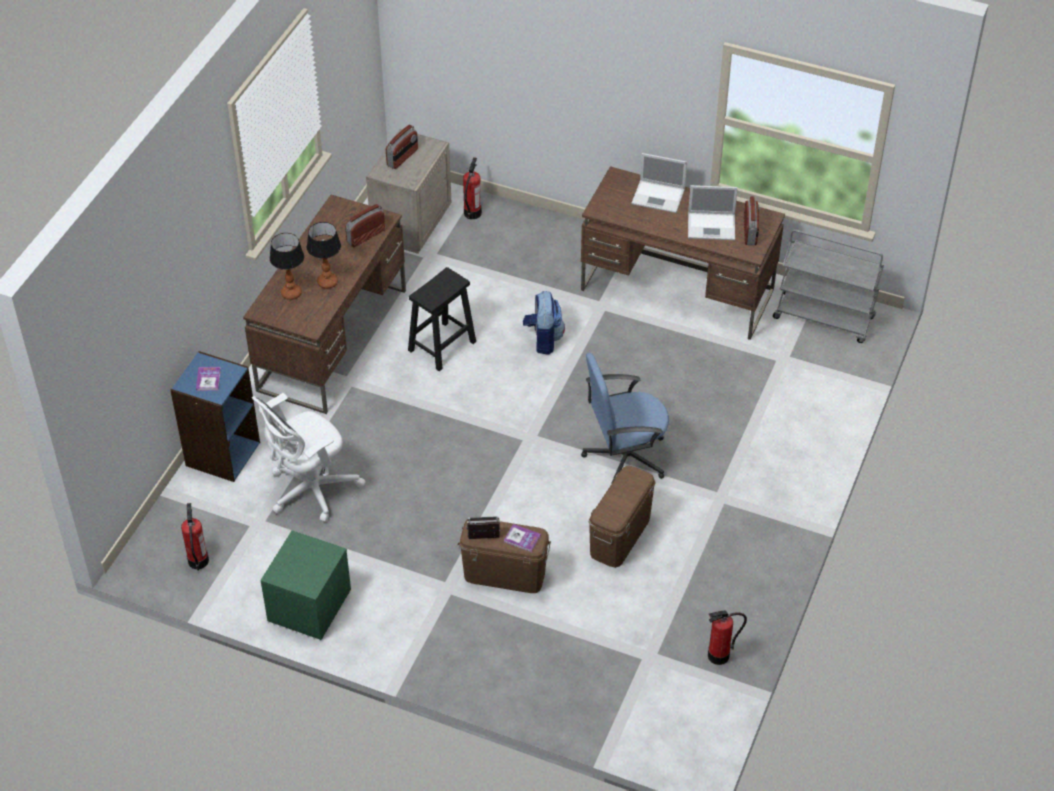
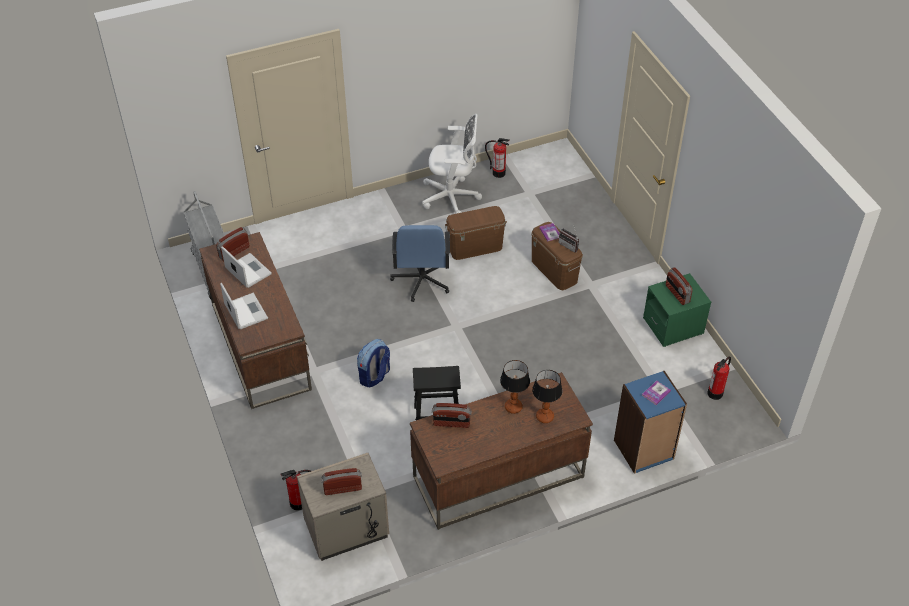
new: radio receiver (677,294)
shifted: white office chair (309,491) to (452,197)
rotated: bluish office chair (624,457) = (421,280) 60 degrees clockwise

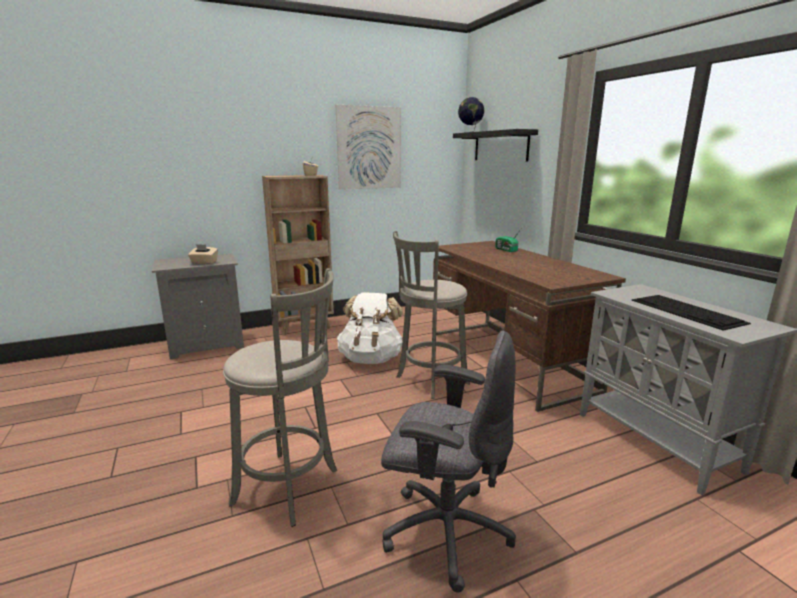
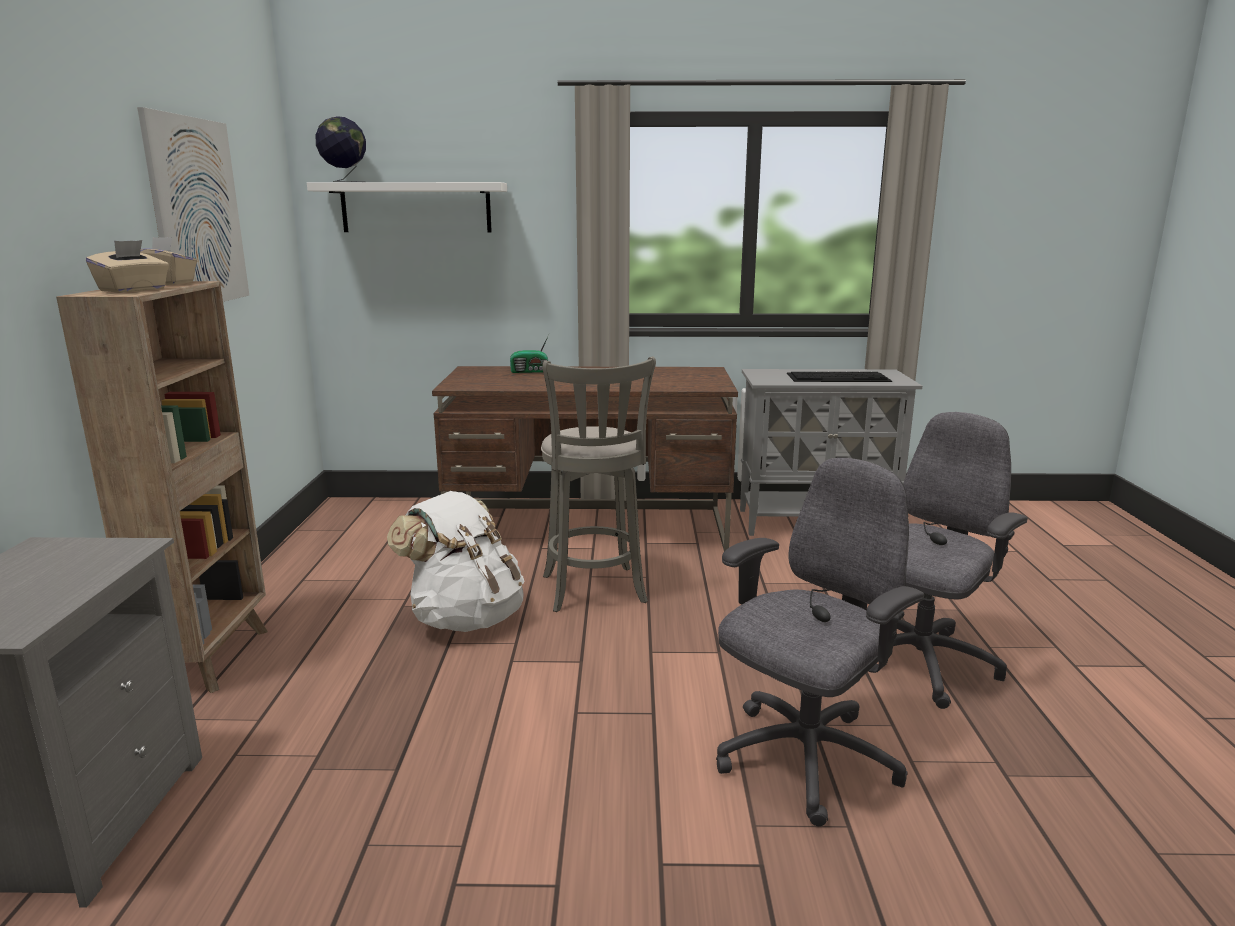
shifted: beige-coloured box of tissues (204,263) to (133,290)
swapped: gray stool (290,488) to gray office chair (804,760)
repainted: blackish wall shelf (500,146) to white wall shelf (416,207)

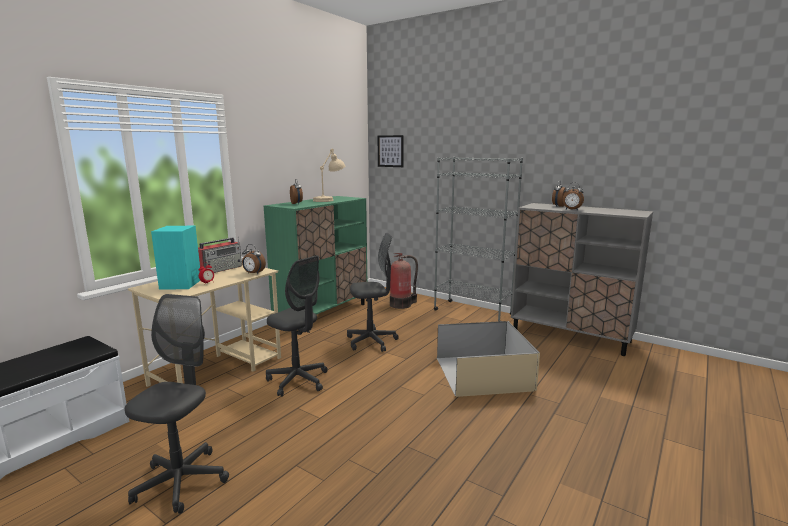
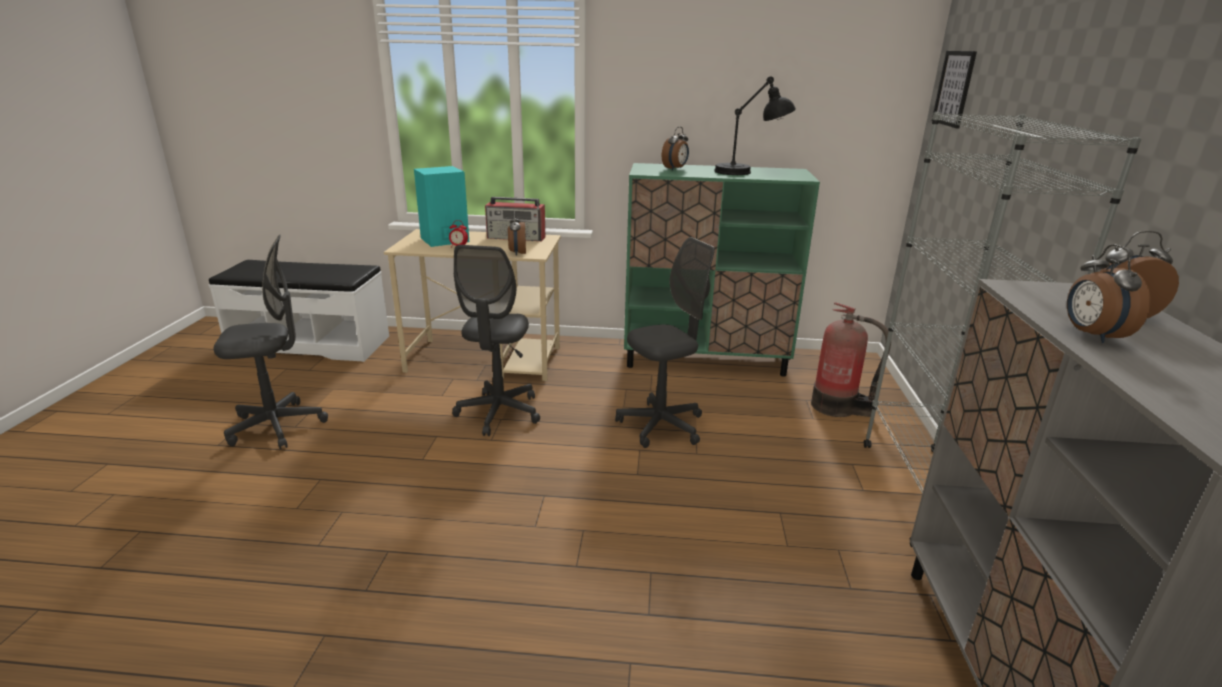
gone: beige-coloured storage box (482,372)
repainted: beige-coloured table lamp (329,199) to blackish table lamp (749,172)
rotated: gray office chair (371,341) = (661,426) 75 degrees counterclockwise

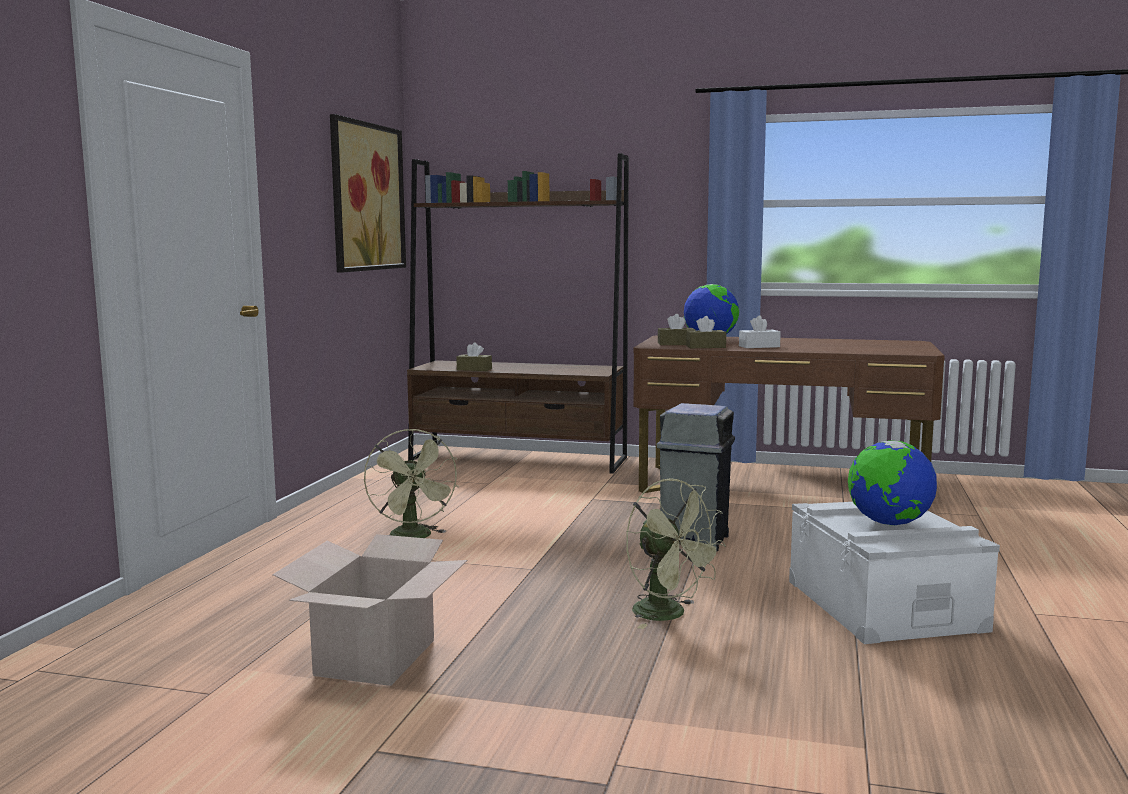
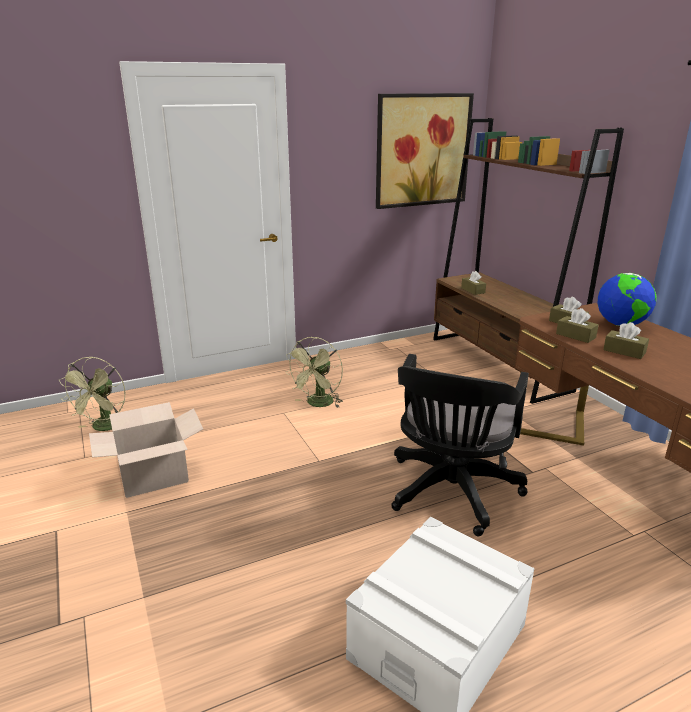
gone: globe (889,523)
shifted: greenish cooling fan (669,615) to (105,428)
swapped: gray trash can (694,540) to blackish office chair (451,494)
repainted: white box of tissues (759,346) to brown box of tissues (624,351)

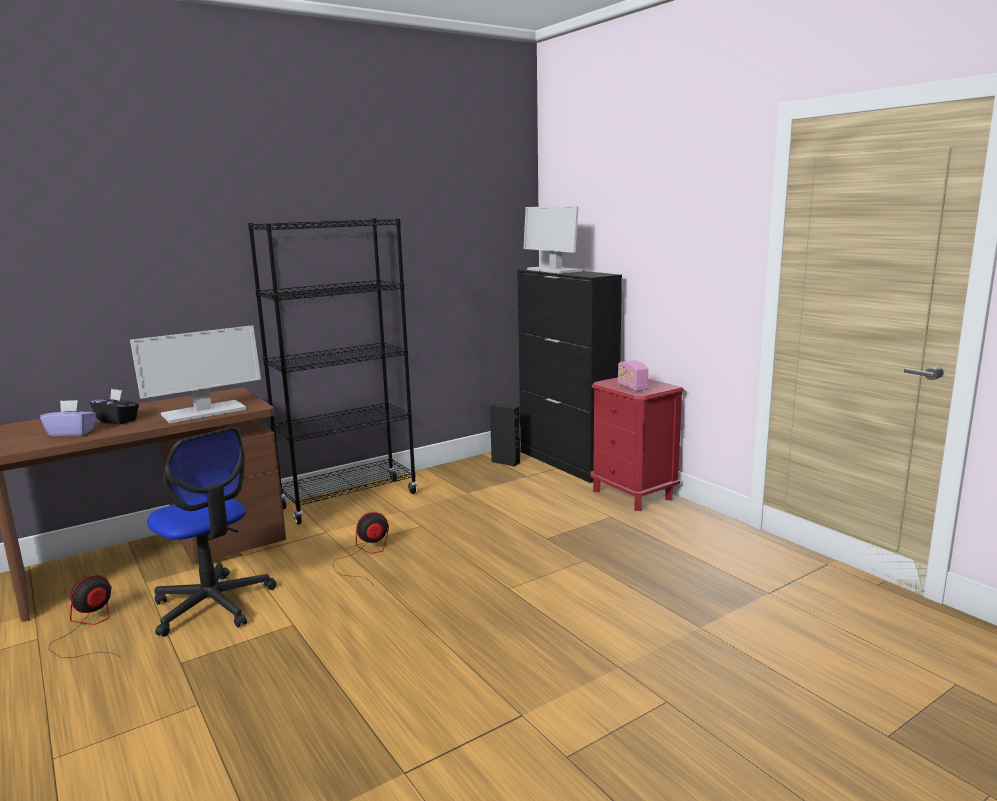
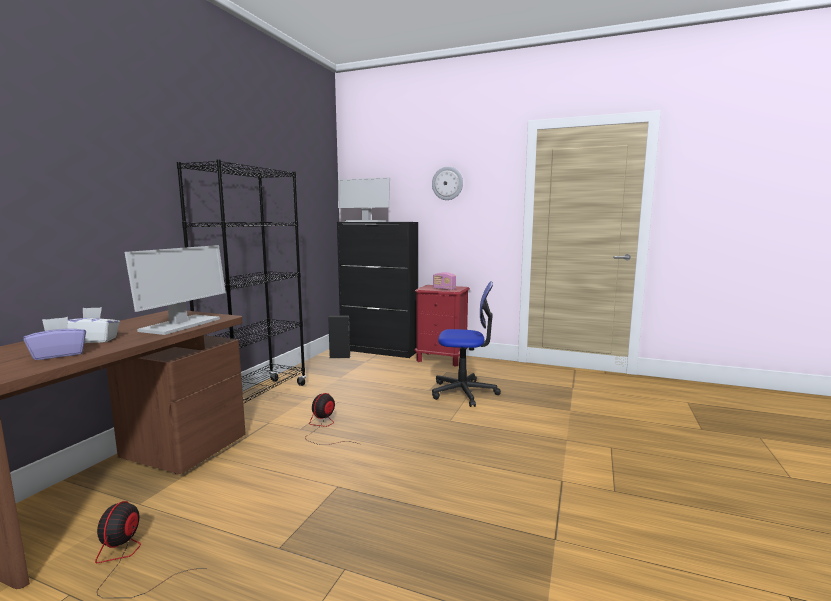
new: hanging clock (447,183)
shifted: office chair (213,604) to (464,392)
repainted: blackish box of tissues (117,420) to white box of tissues (93,340)

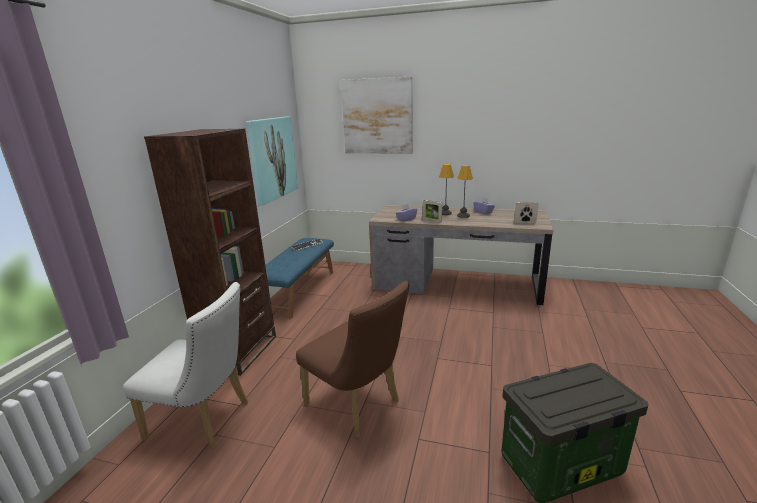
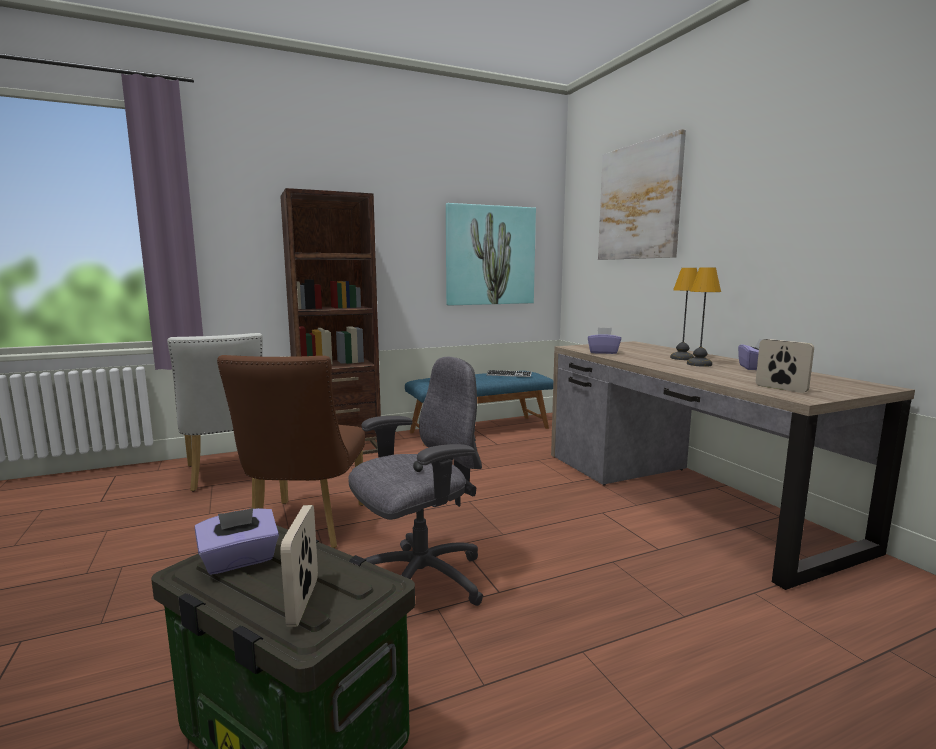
new: purple-coloured box of tissues (240,560); gray office chair (419,581)
shifted: photo frame (432,221) to (303,601)

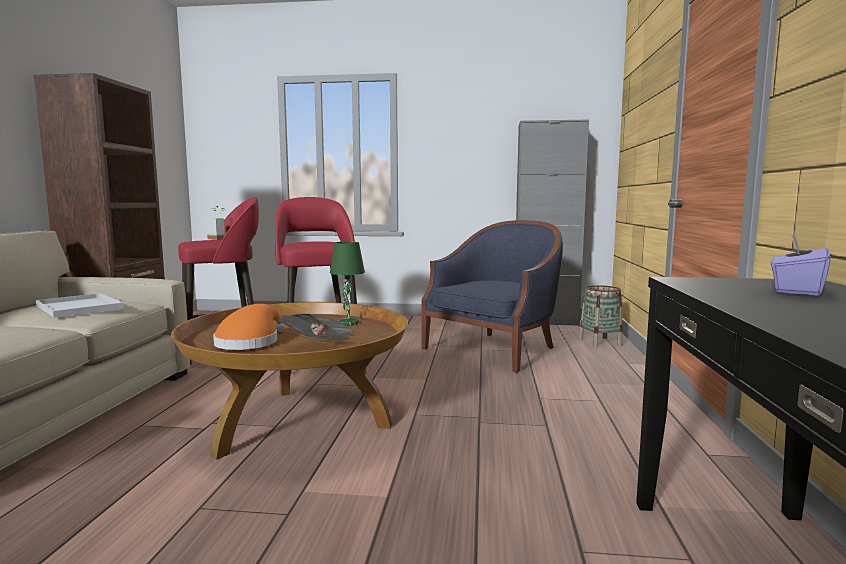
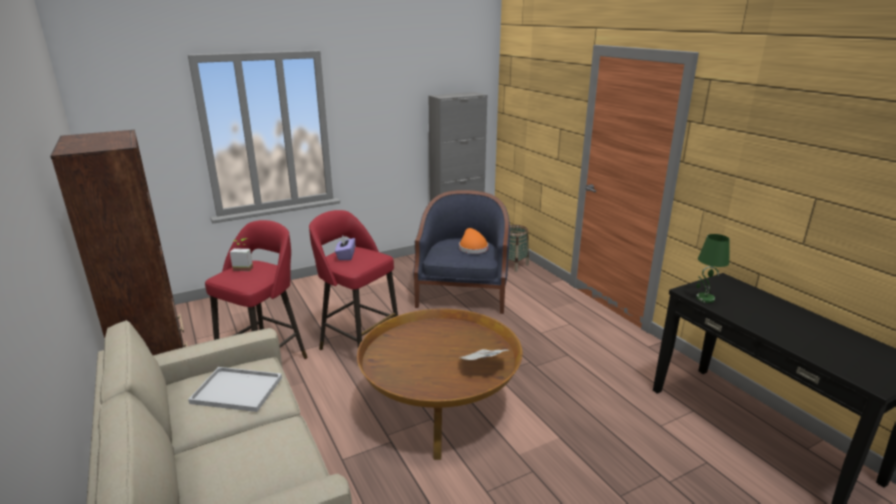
shifted: orange wearable hat (250,342) to (472,248); greenish table lamp (347,323) to (704,298); purple-coloured box of tissues (796,290) to (345,256)

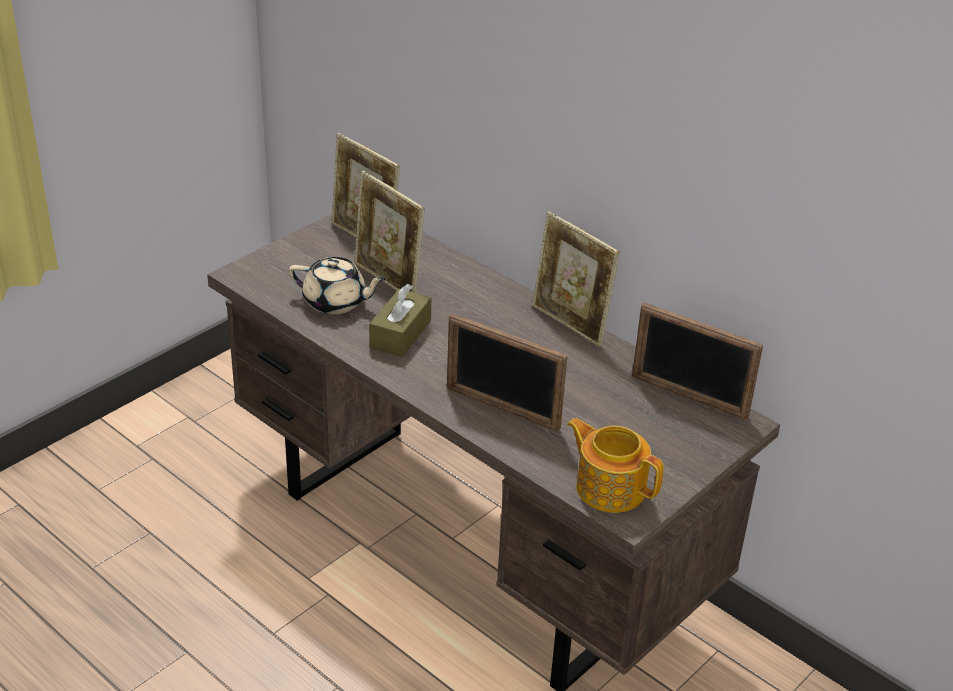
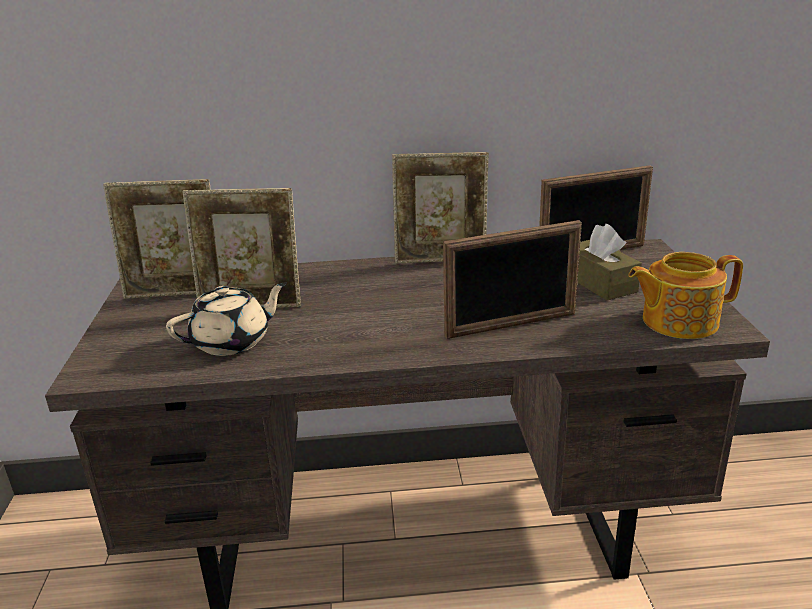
shifted: brown box of tissues (400,334) to (599,282)

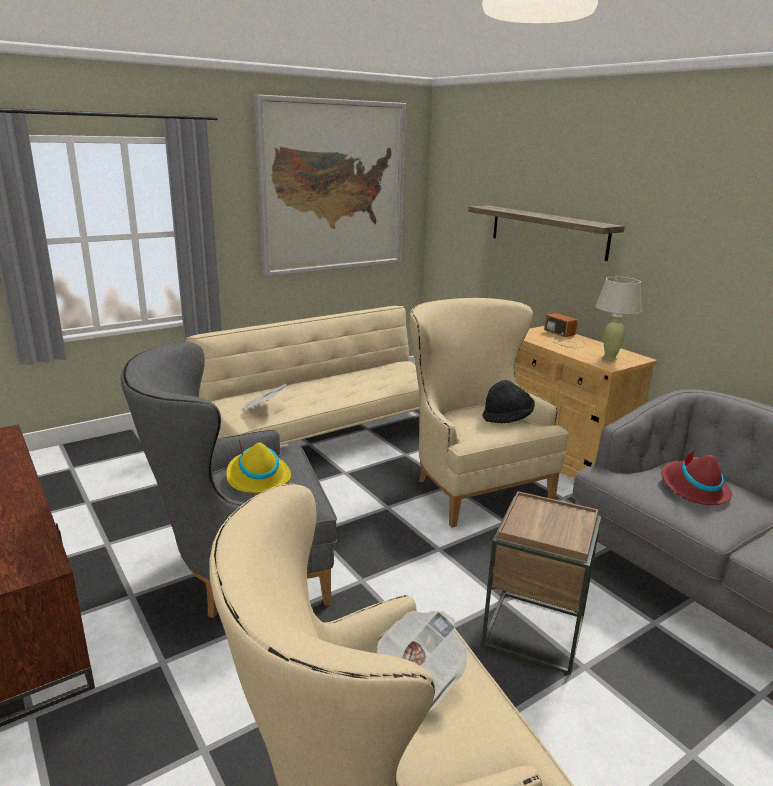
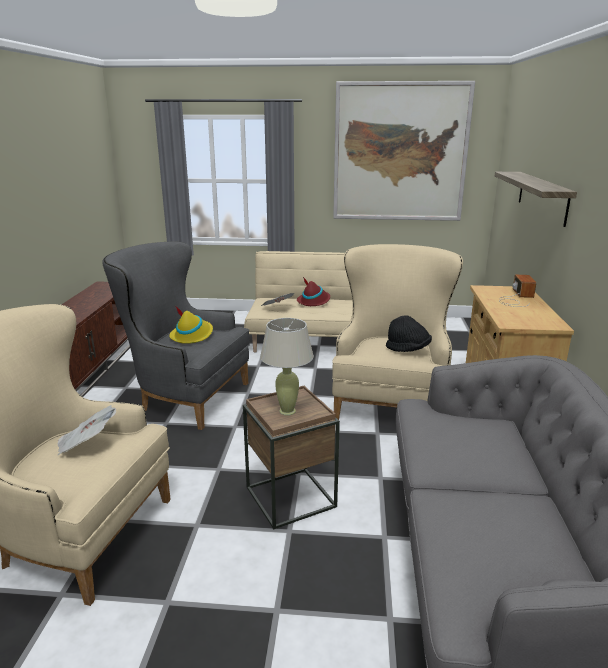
shifted: beige-coloured table lamp (610,357) to (287,411); reddish wearable hat (693,488) to (314,301)

